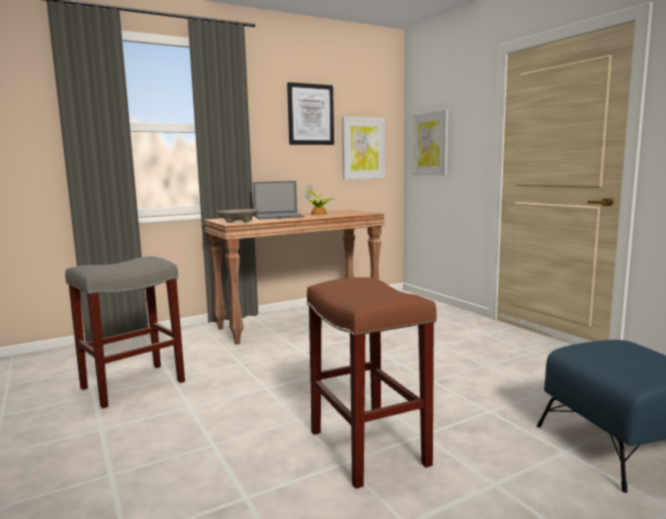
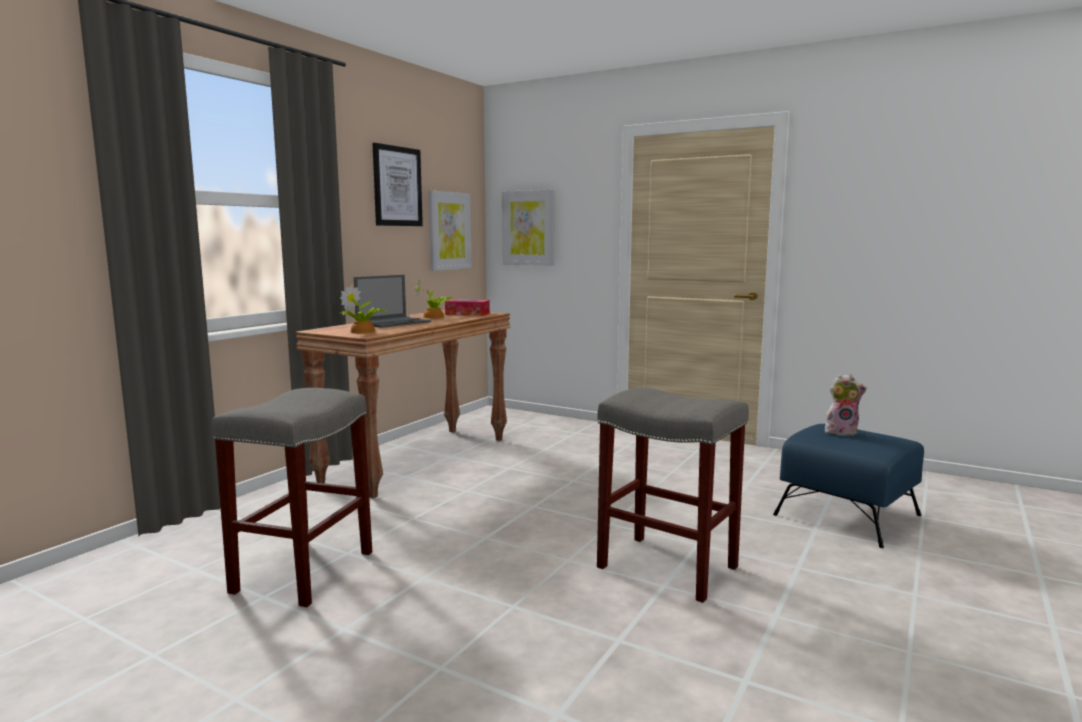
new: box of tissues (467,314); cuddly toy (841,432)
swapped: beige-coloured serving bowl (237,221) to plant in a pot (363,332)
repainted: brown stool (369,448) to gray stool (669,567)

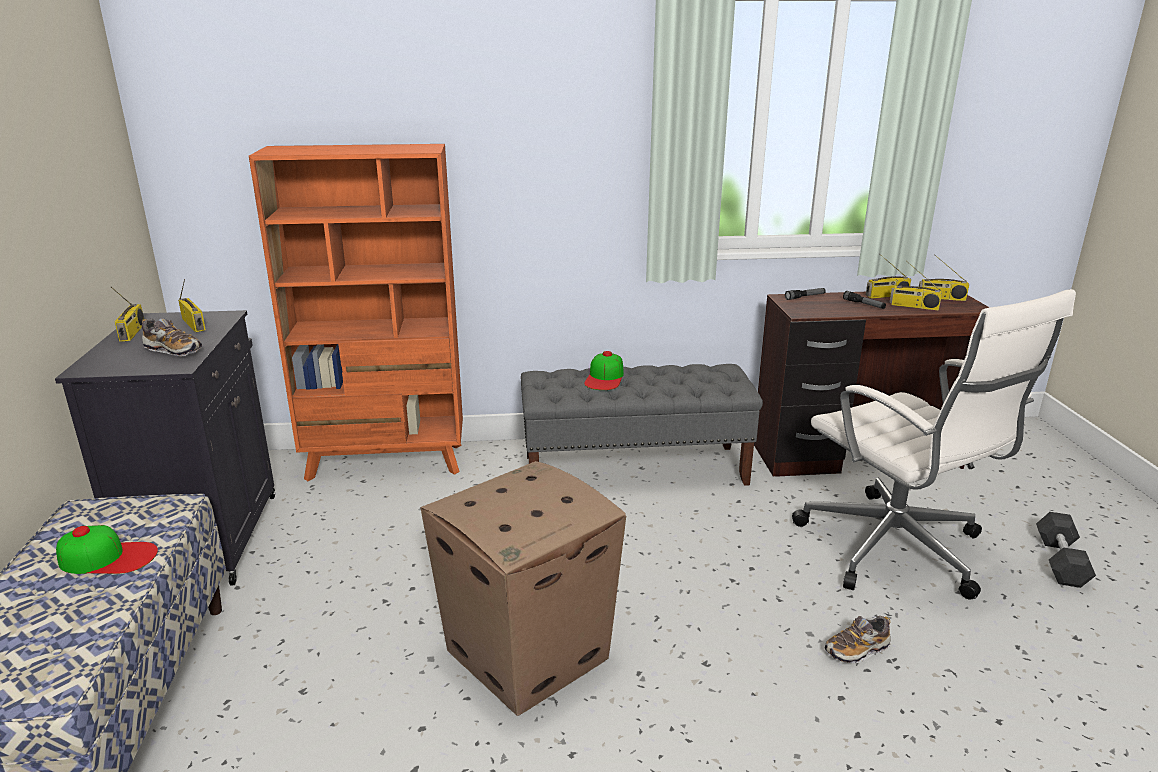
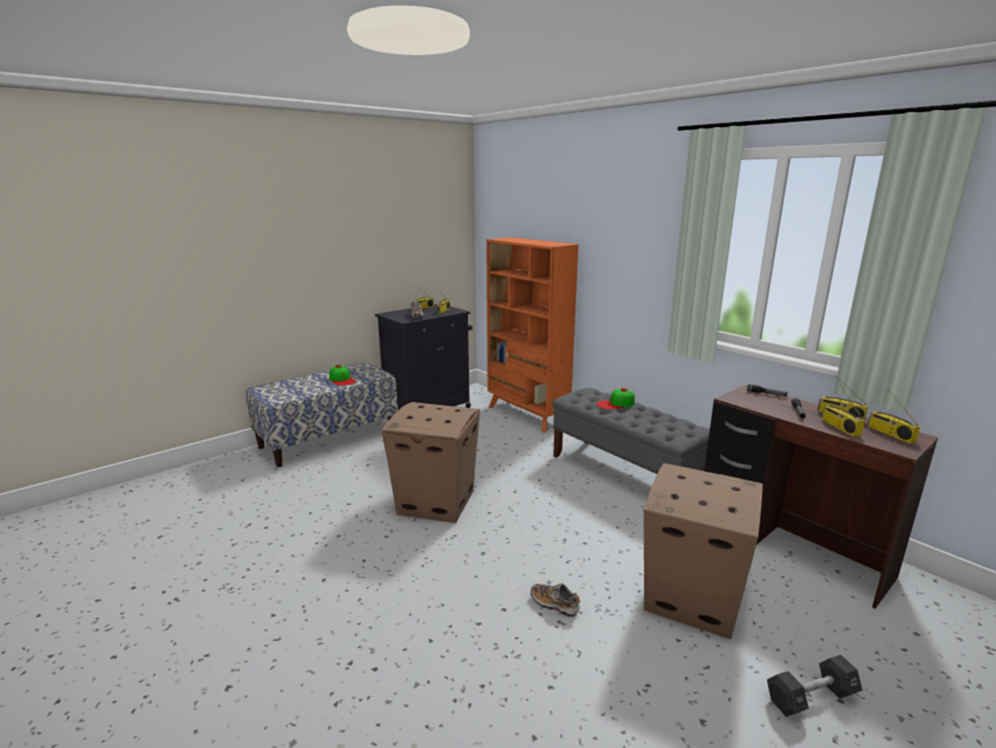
swapped: white office chair (896,550) to carton (689,597)

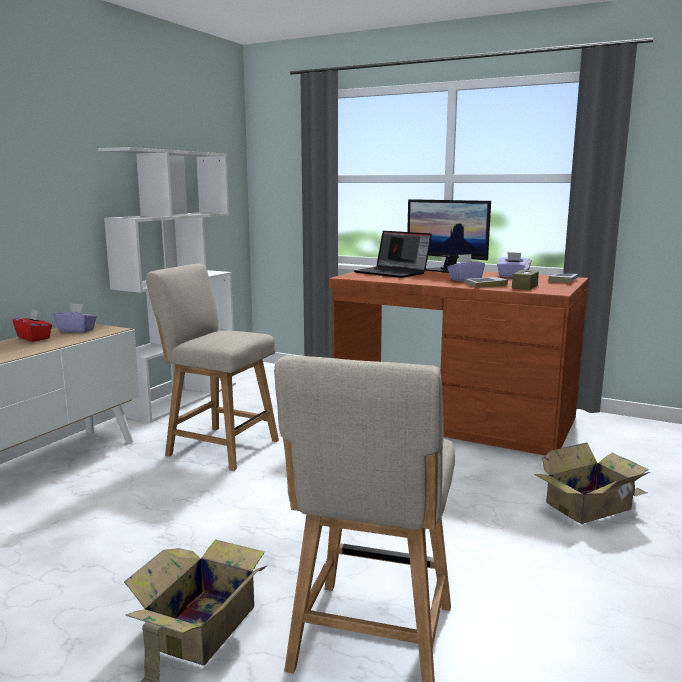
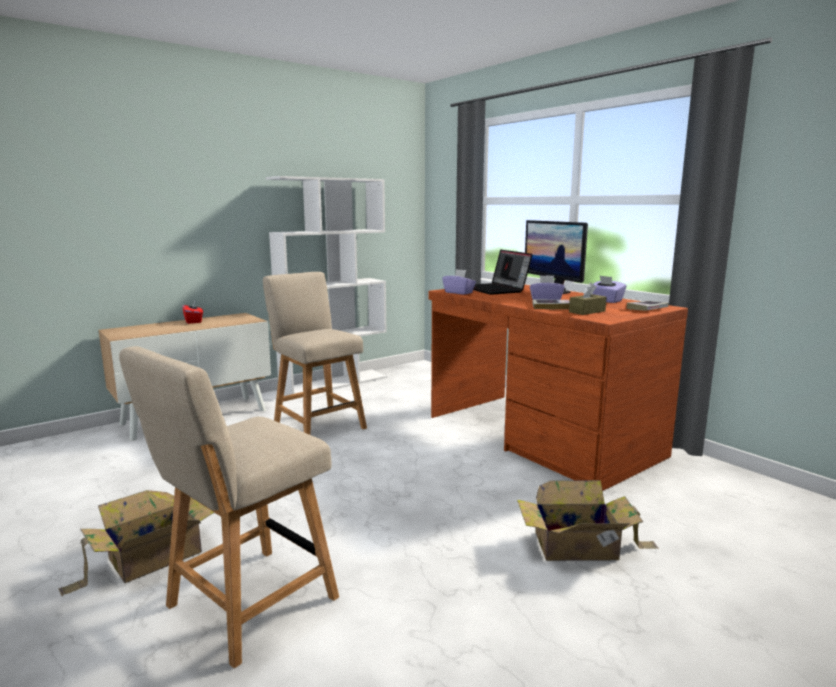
shifted: purple-coloured box of tissues (77,330) to (459,292)

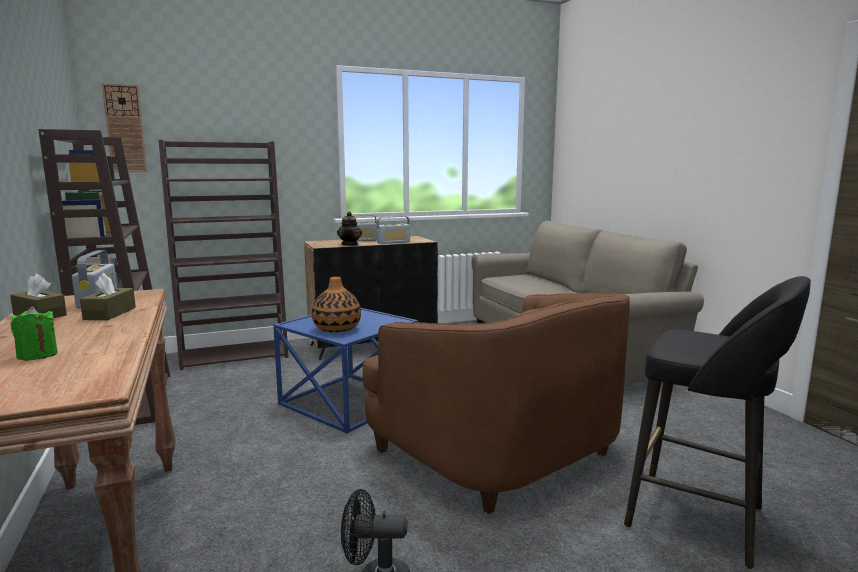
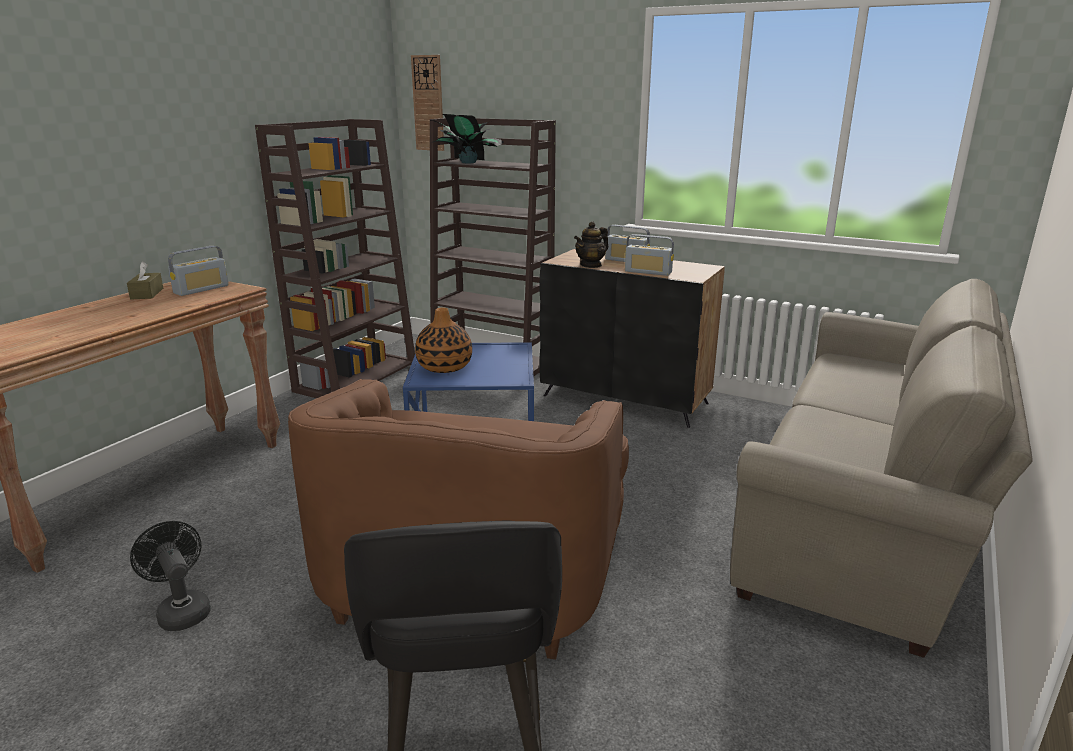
gone: greenish wax candle (37,355); brown box of tissues (110,313)
new: plant in a pot (467,162)

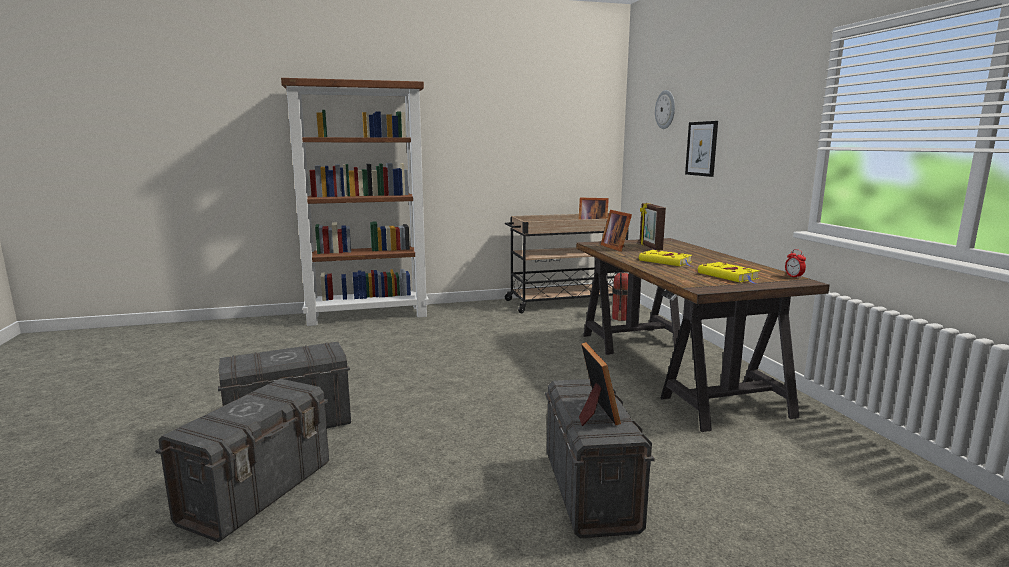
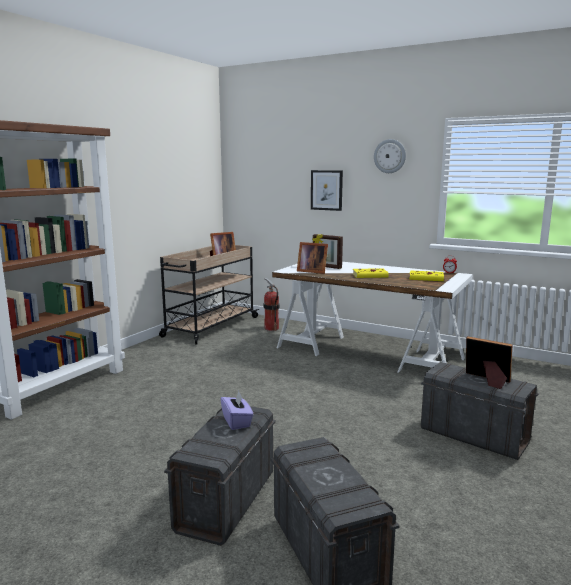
new: purple-coloured box of tissues (237,422)
shifted: hanging clock (666,109) to (390,156)
repainted: brown desk unit (673,369) to white desk unit (368,352)

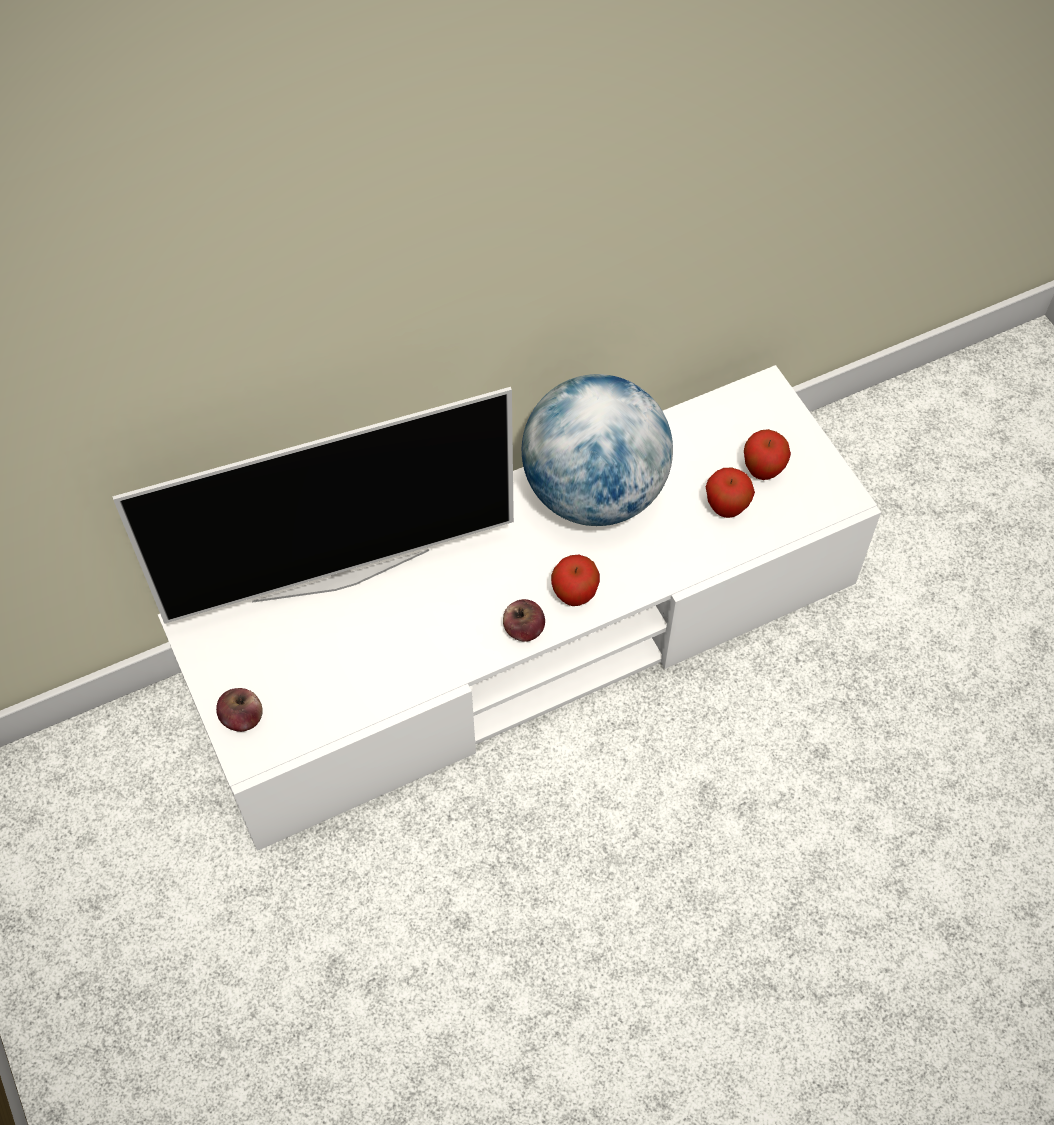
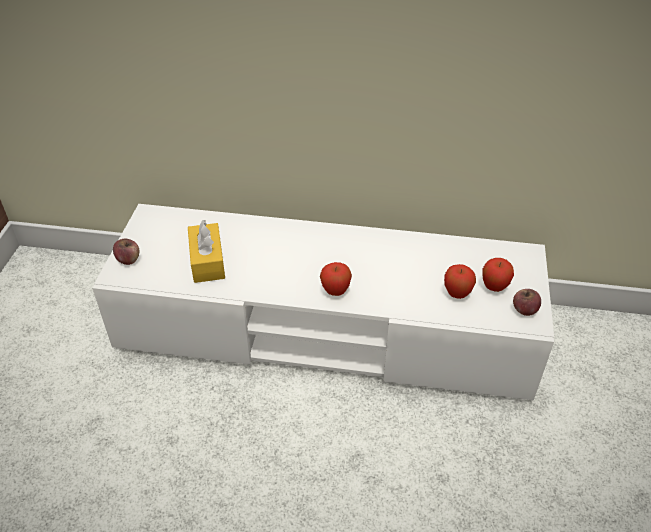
gone: TV set (340,573); globe (594,492)
new: yellow box of tissues (207,261)
shifted: apple fruit (523,629) to (524,310)

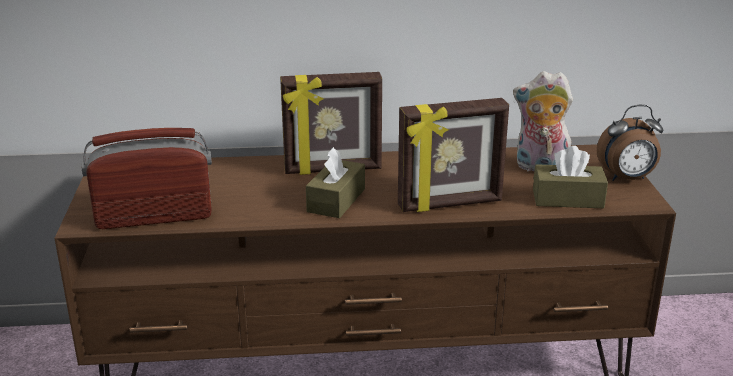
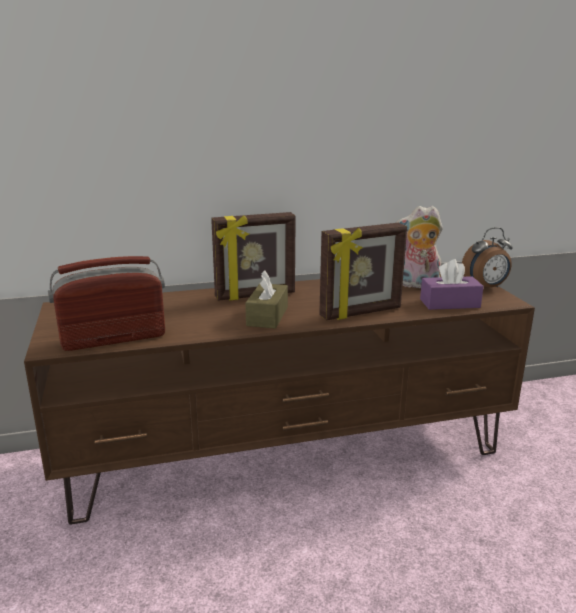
repainted: brown box of tissues (567,199) to purple-coloured box of tissues (449,303)

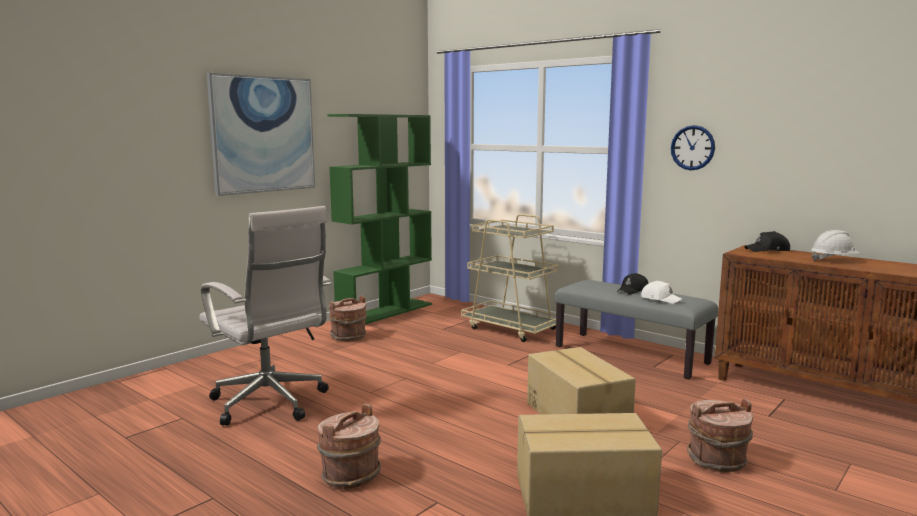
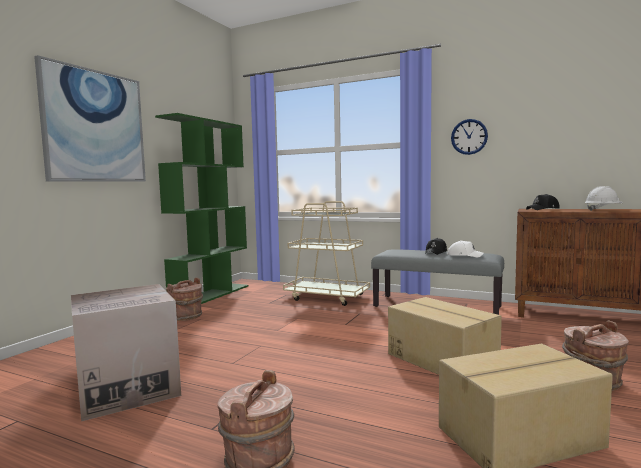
swapped: white office chair (271,404) to carton (128,389)

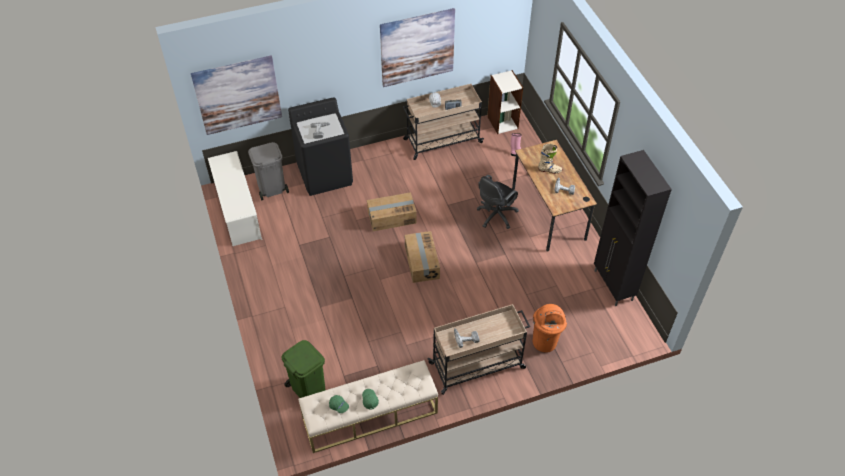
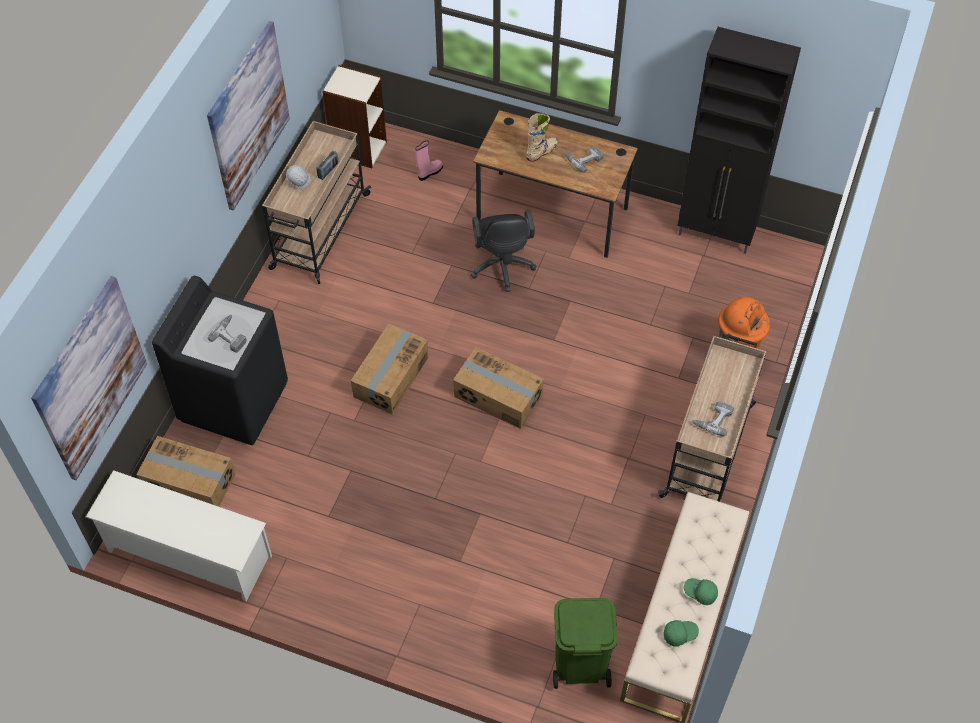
swapped: gray trash can (271,188) to carton (189,483)

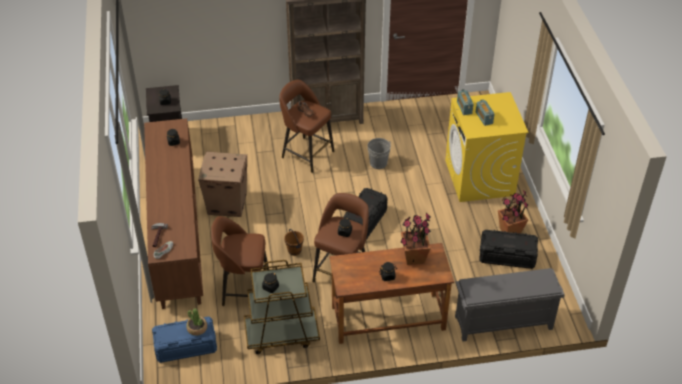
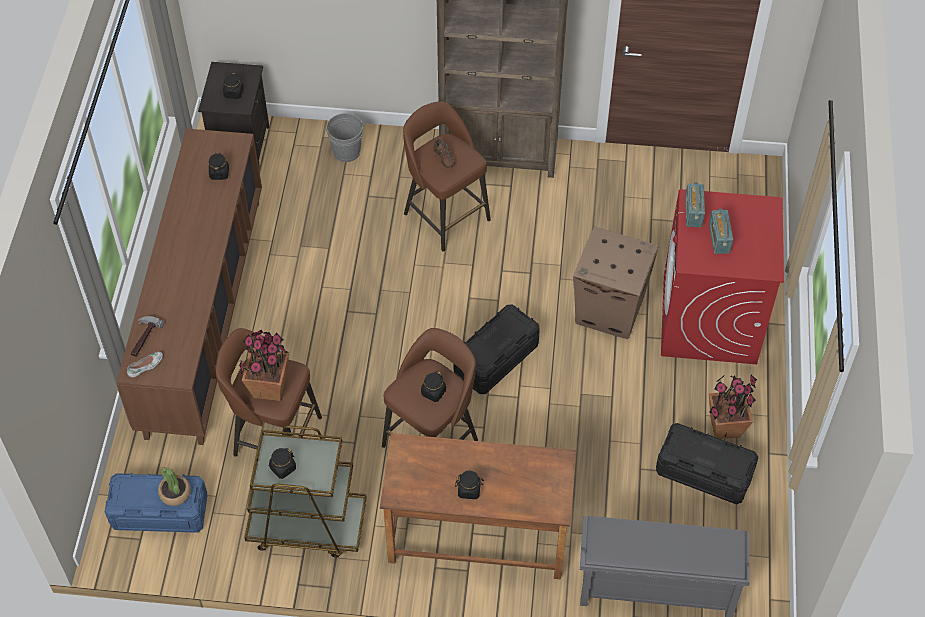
gone: brown water bucket (294,251)
shifted: carton (227,203) to (610,310); gray water bucket (378,163) to (346,151); plant in a pot (414,257) to (269,387)
repainted: yellow laundry machine (479,178) to reddish laundry machine (709,319)

